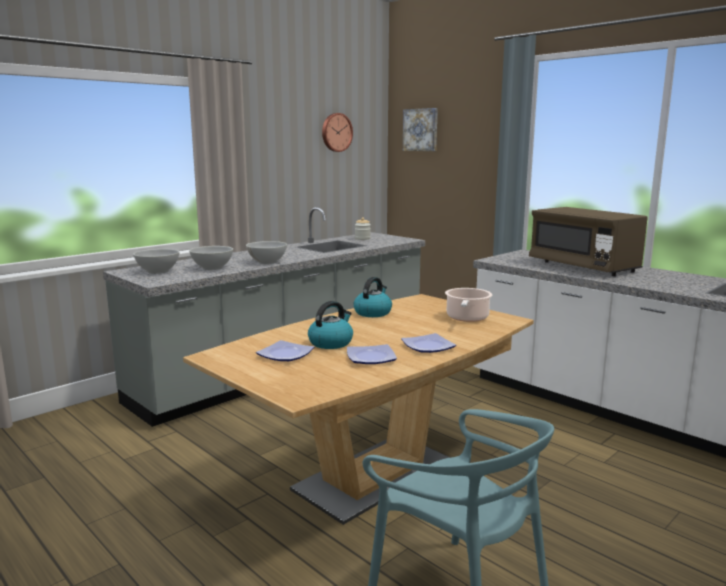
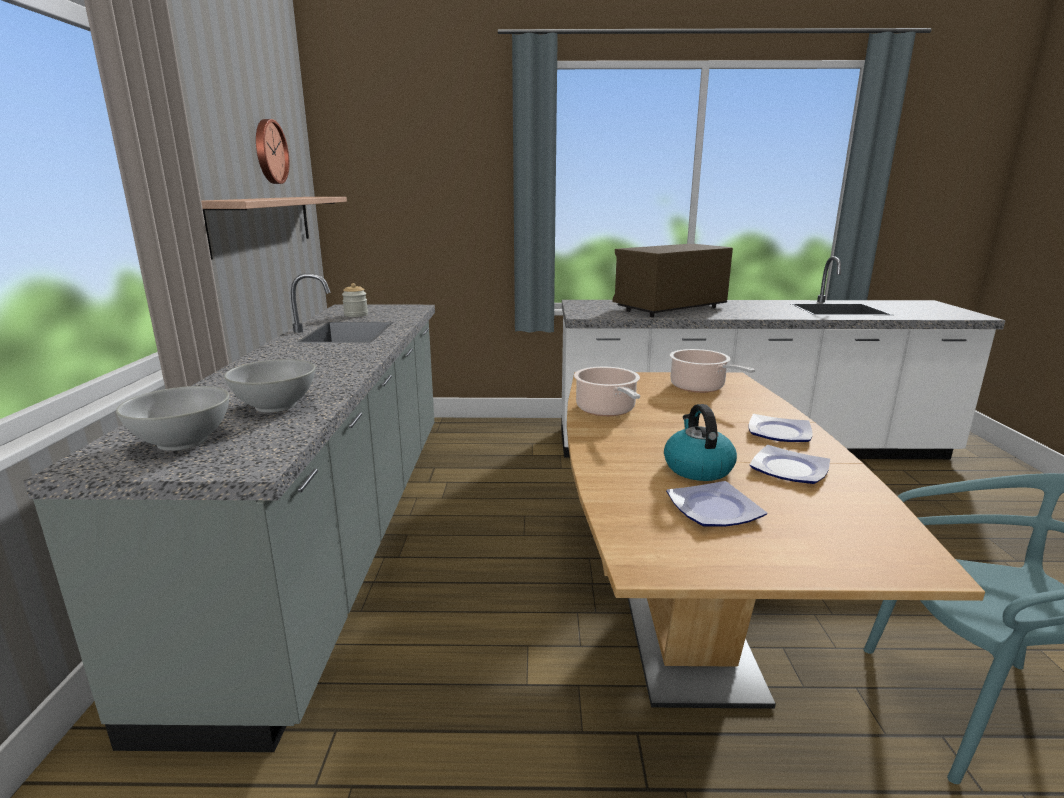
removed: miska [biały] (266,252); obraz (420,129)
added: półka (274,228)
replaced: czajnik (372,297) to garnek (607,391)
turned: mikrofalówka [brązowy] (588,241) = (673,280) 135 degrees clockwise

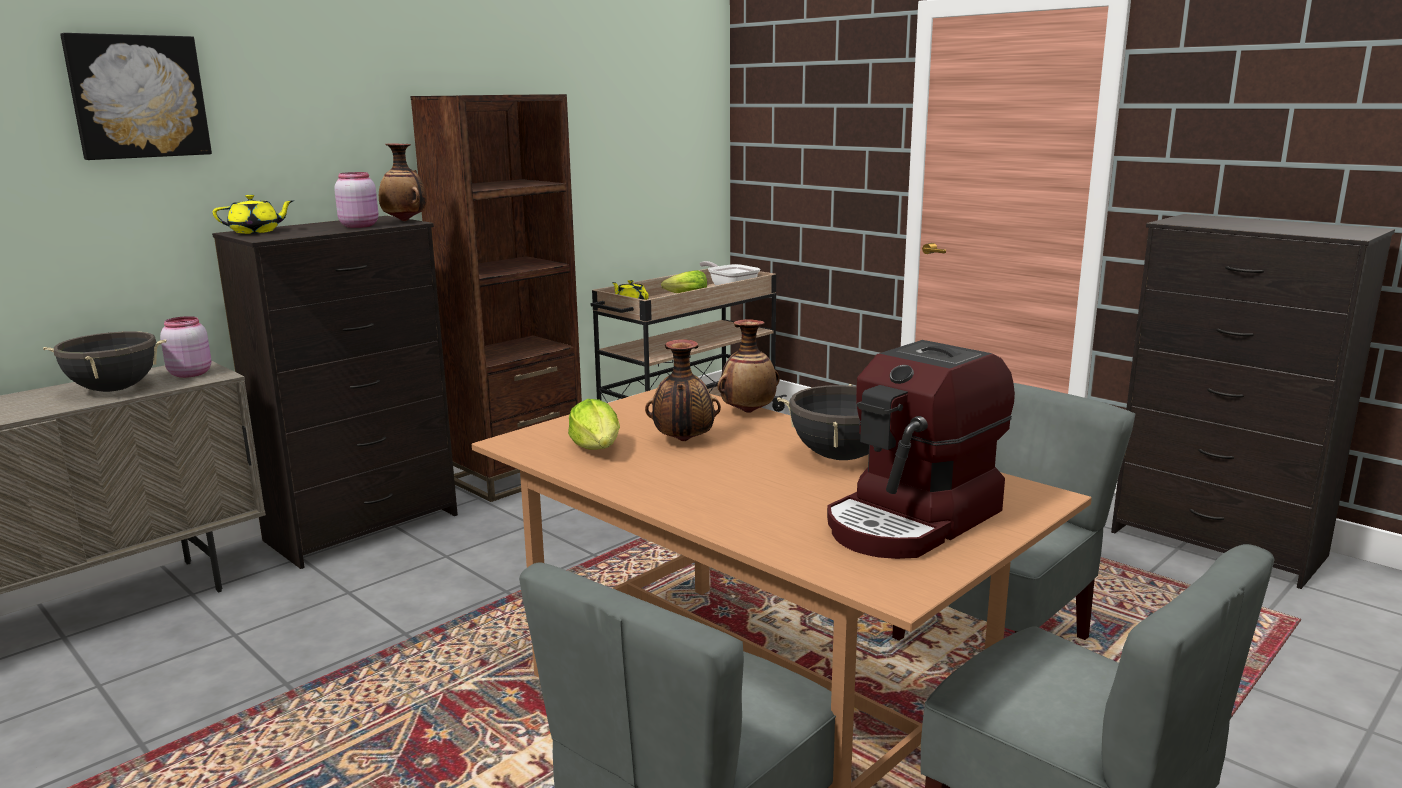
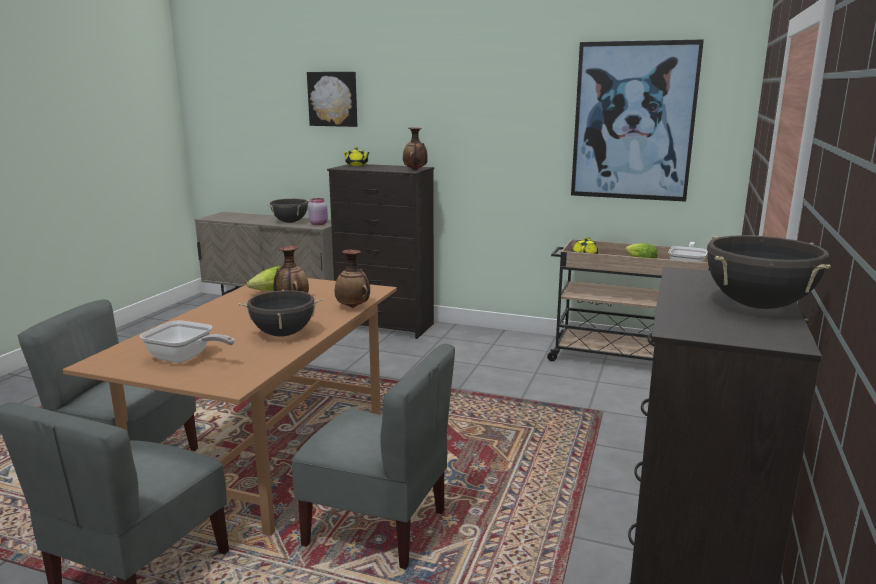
removed: słoik [różowy] (356,200); regał [brązowy] (496,298)
added: obraz (637,120); garnek [czarny] (769,272)
replaced: ekspres do kawy (921,449) to patelnia (187,341)

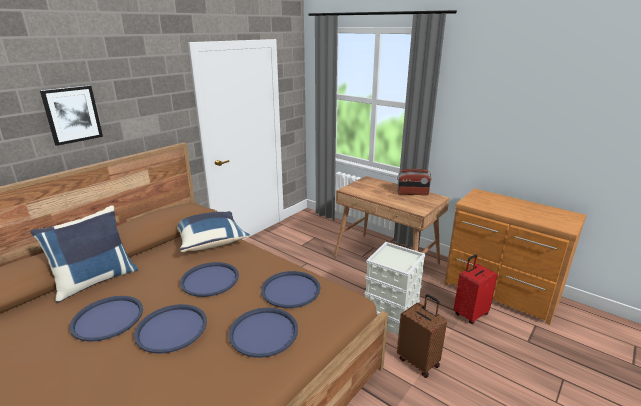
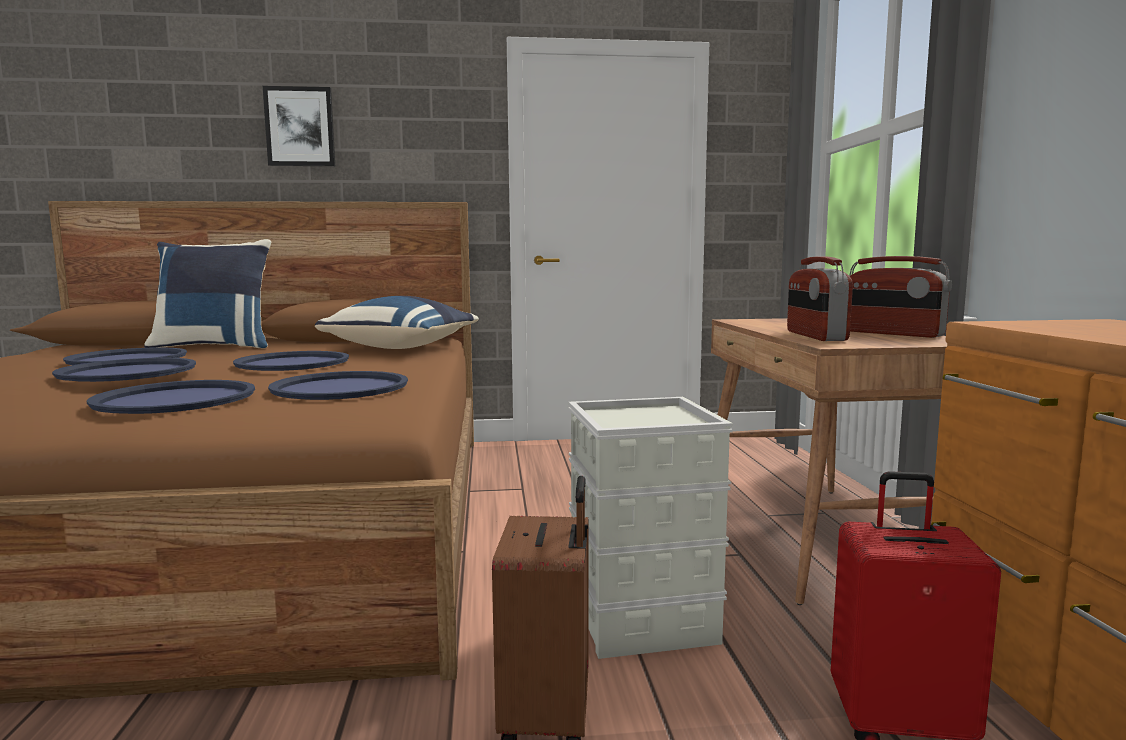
added: radio (820,299)

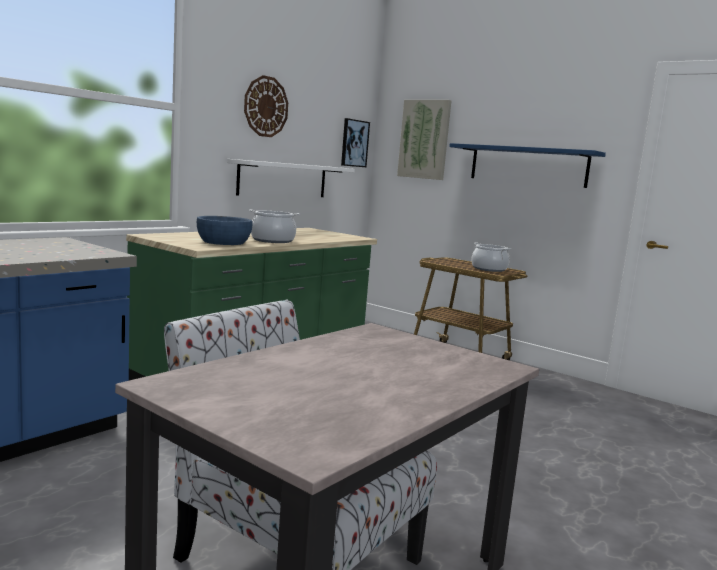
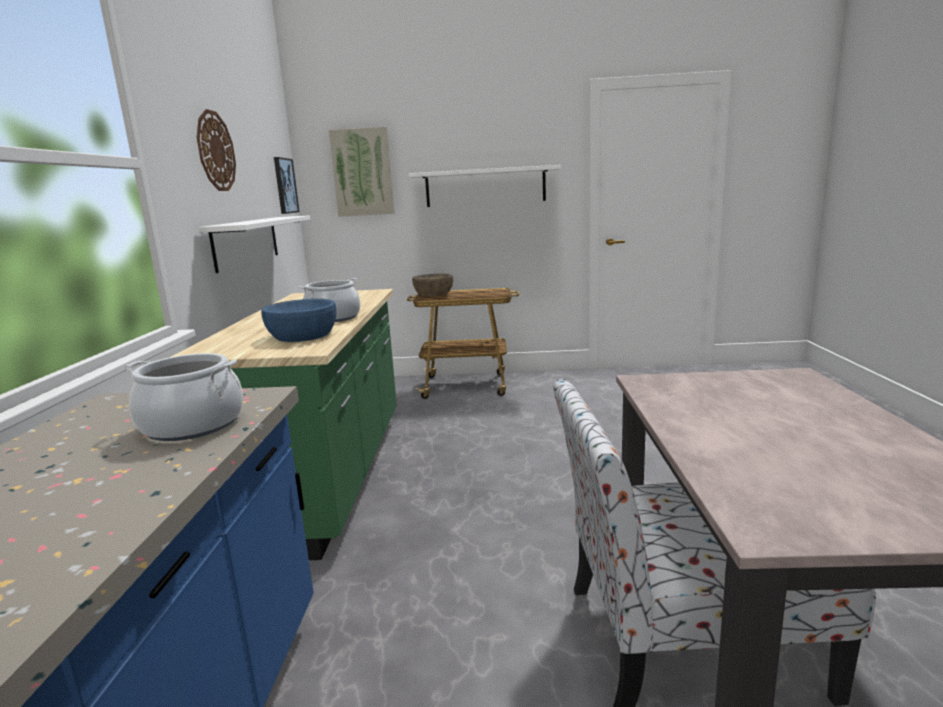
added: miska [brązowy] (432,284)
moved: garnek (491,257) to (184,397)
recoloured: półka [niebieski] (527,165) to półka [biały] (485,186)

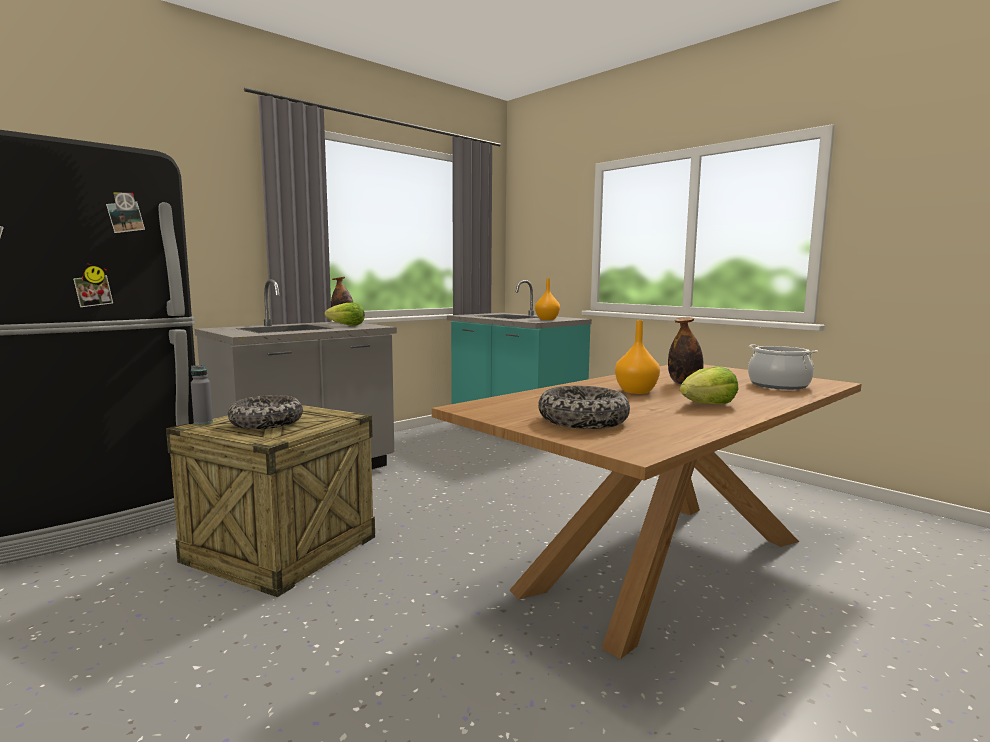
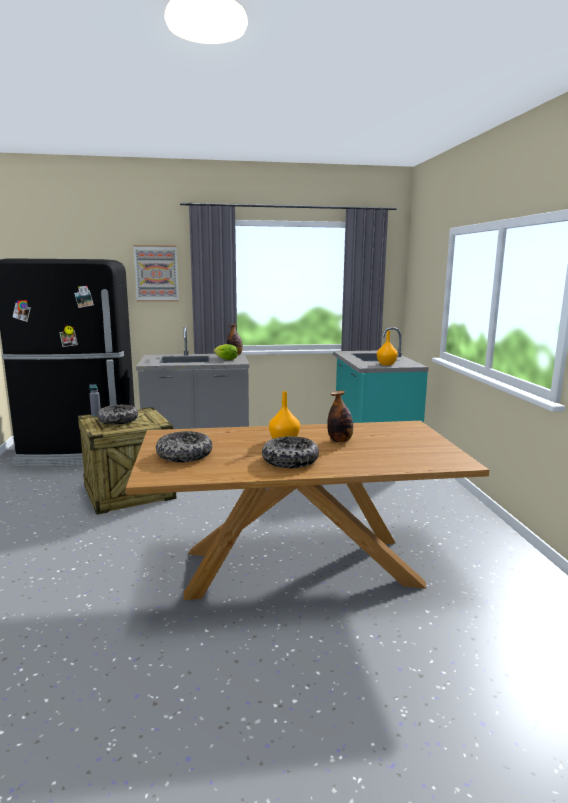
removed: garnek (783,367)
added: obraz (156,273)
replaced: sałata (709,385) to miska (290,452)

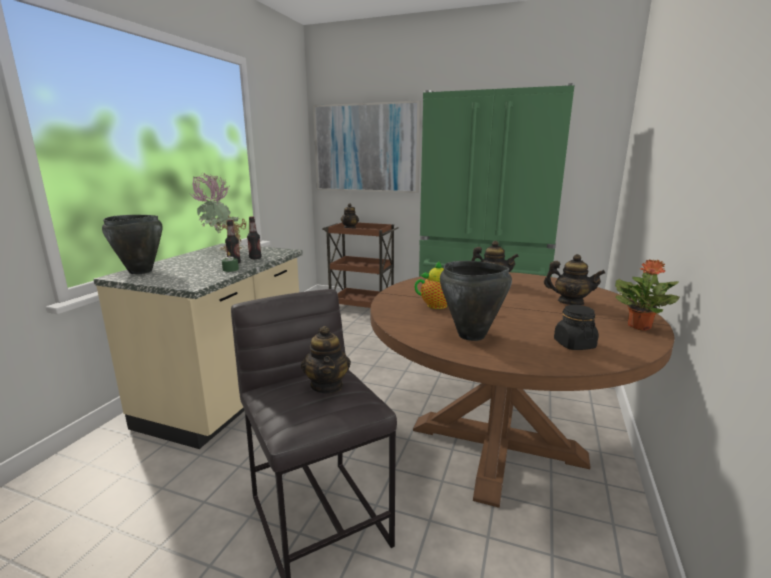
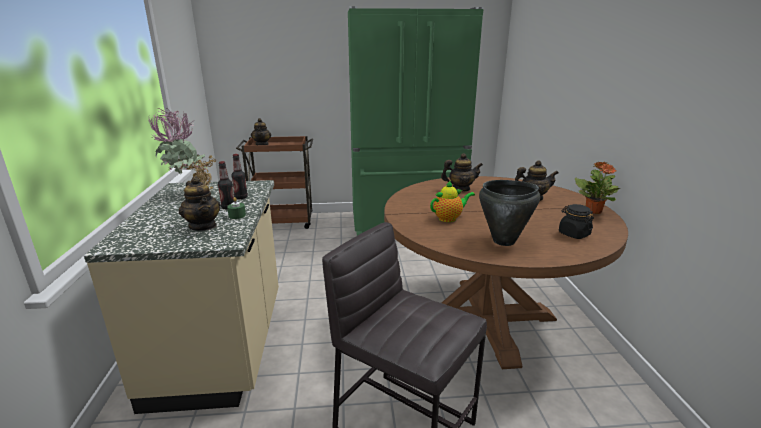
removed: garnek [czarny] (132,244); obraz (367,147)
moved: imbryk (326,360) to (200,203)

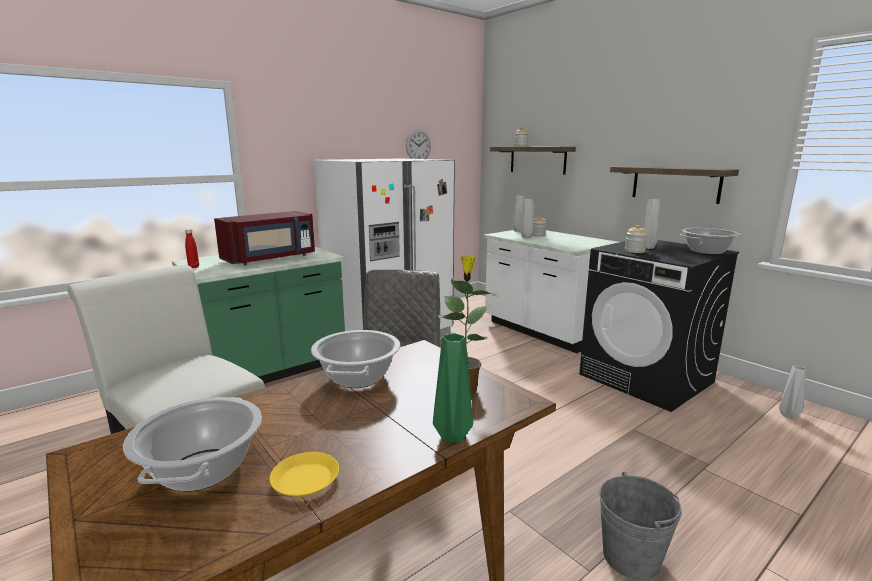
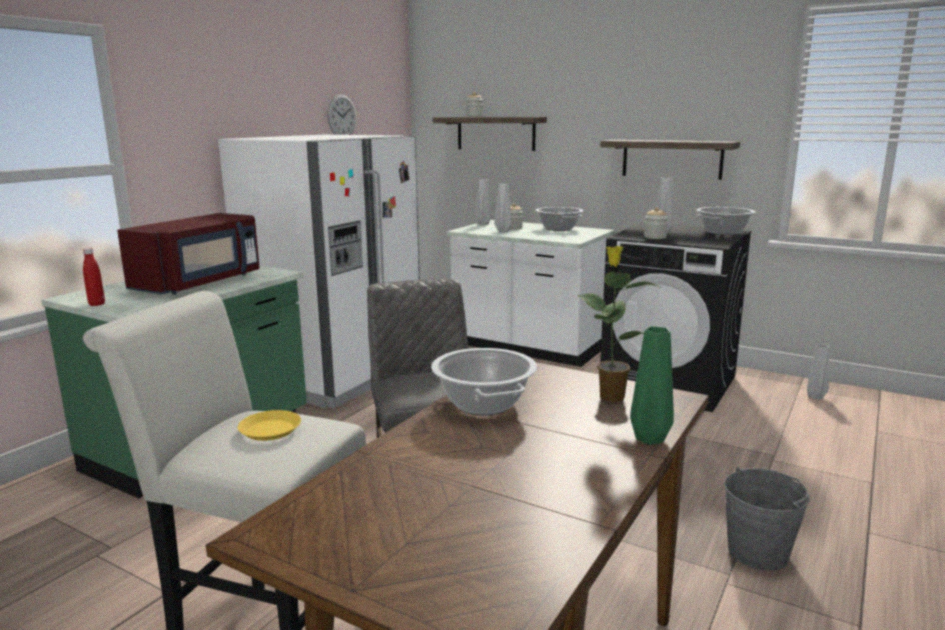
moved: garnek (192,444) to (559,219); talerz [żółty] (304,474) to (269,425)

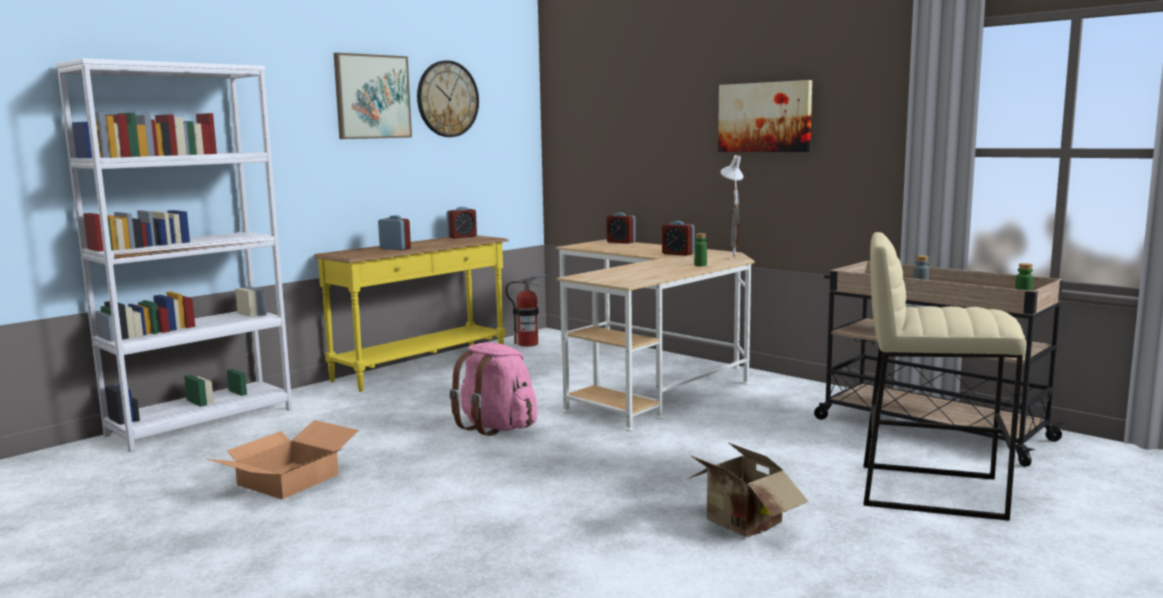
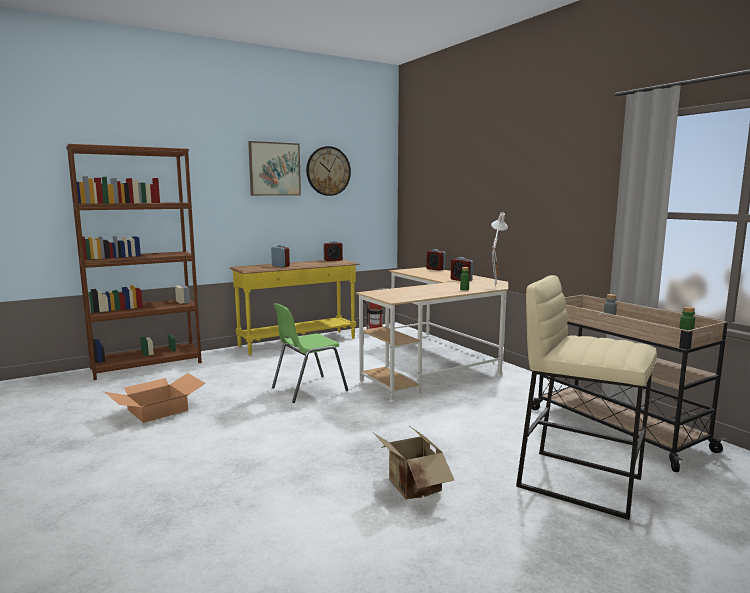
removed: obraz (765,116)
replaced: plecak [różowy] (493,389) to krzesło [zielony] (310,353)
recoloured: regał [biały] (174,255) to regał [brązowy] (134,262)

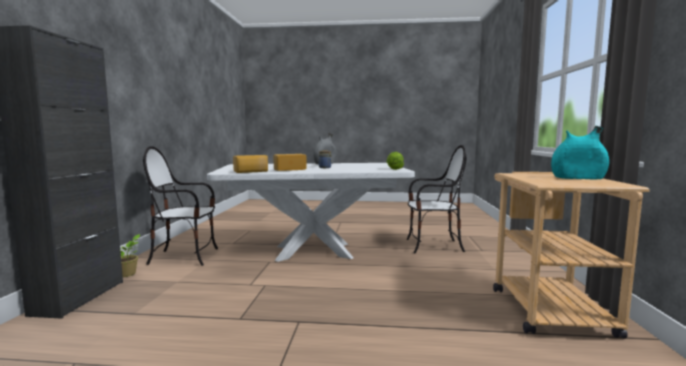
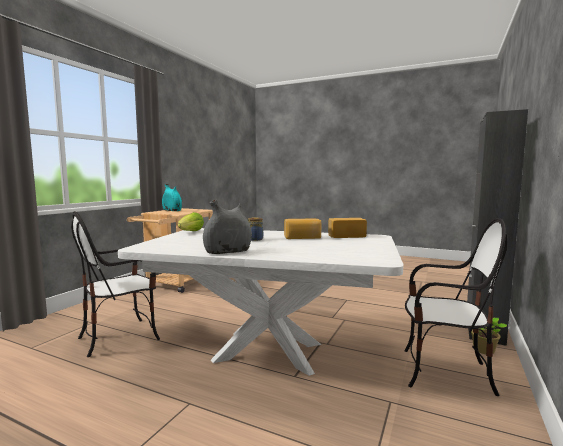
turned: krzesło (437,199) = (115,284) 60 degrees counterclockwise

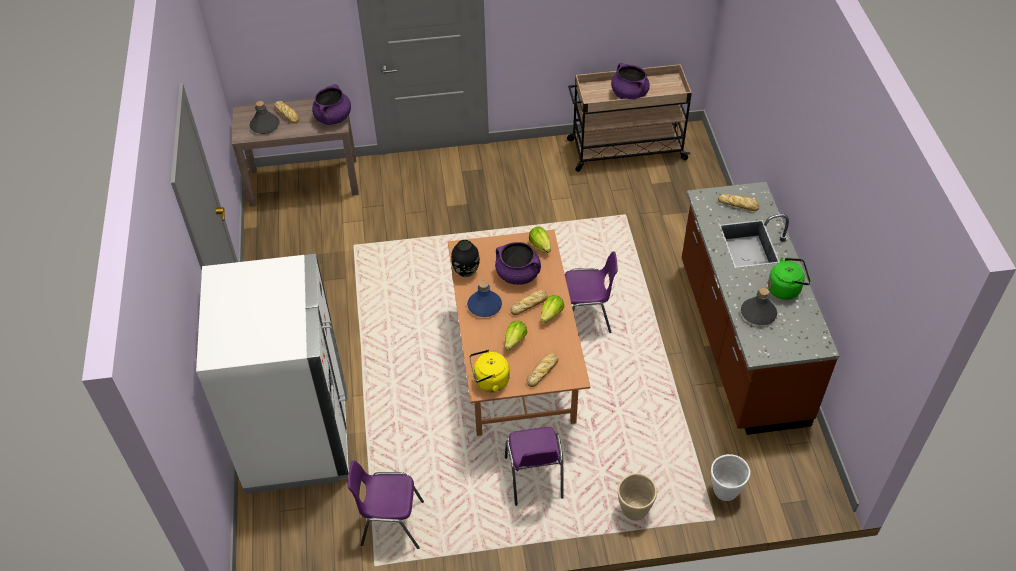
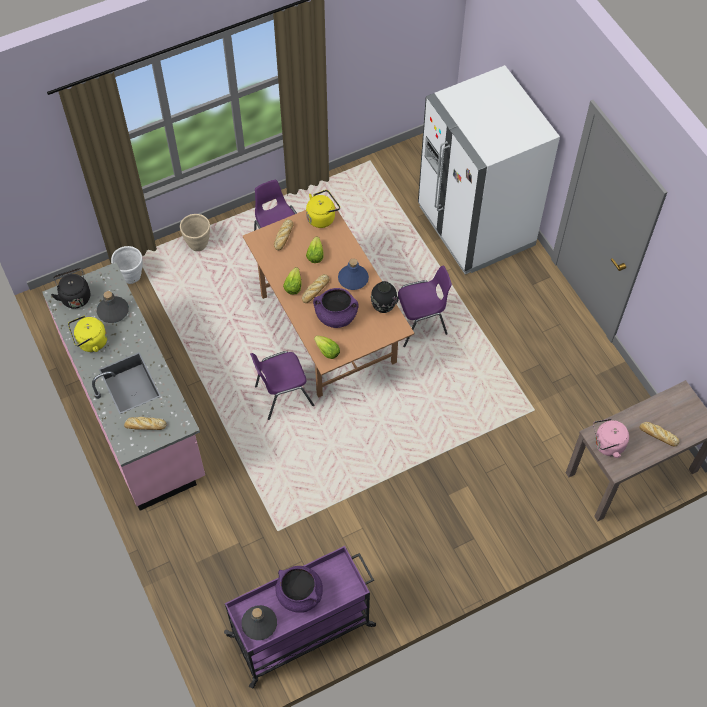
added: czajnik [czarny] (70,288)
moved: butelka [szary] (264,117) to (259,622); krzesło [fioletowy] (386,504) to (424,306)
replaced: garnek [fioletowy] (331,104) to czajnik [różowy] (611,438)
recoloured: wózek [beżowy] (629,118) to wózek [fioletowy] (300,617); zabudowa kuchenna [brązowy] (760,308) to zabudowa kuchenna [różowy] (123,386); czajnik [zielony] (789,278) to czajnik [żółty] (87,334)

